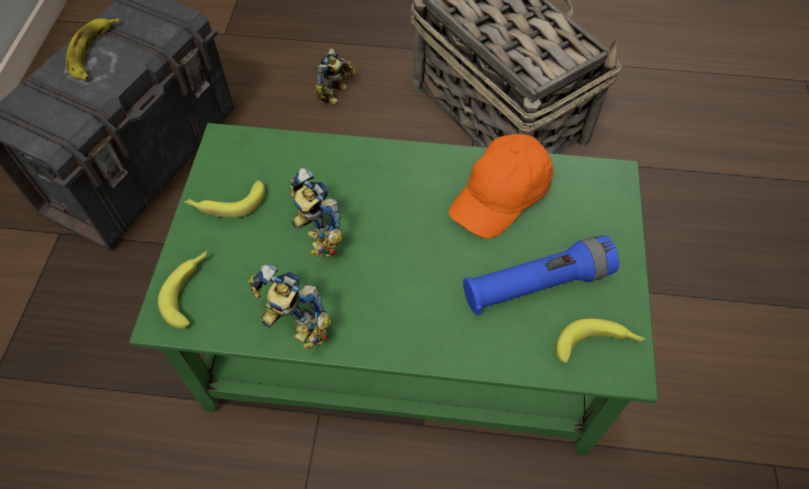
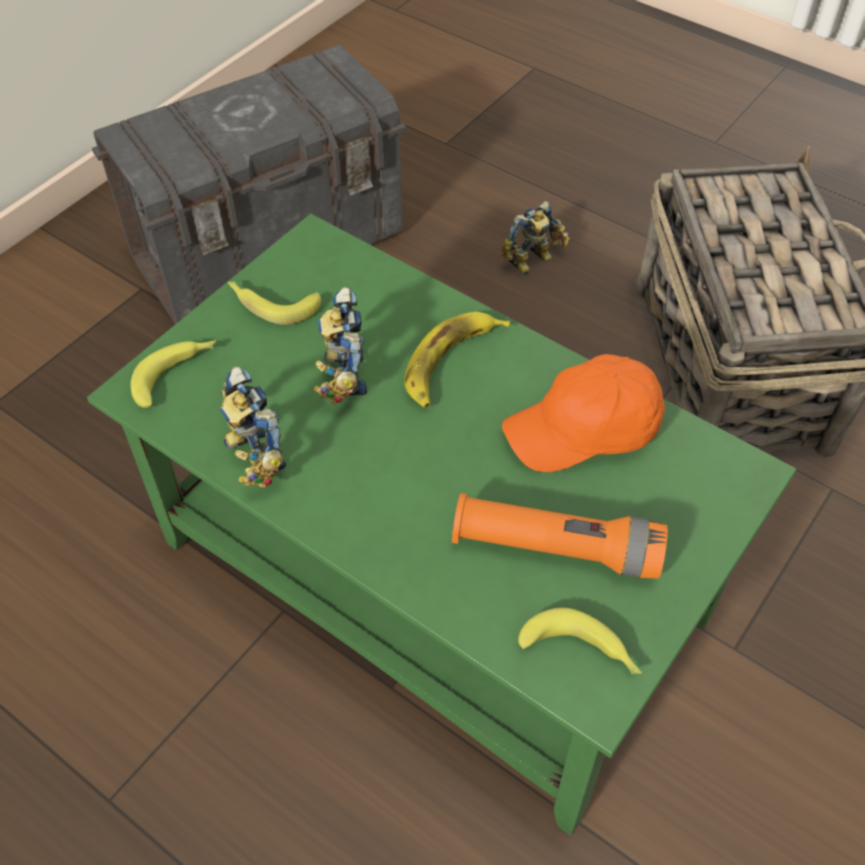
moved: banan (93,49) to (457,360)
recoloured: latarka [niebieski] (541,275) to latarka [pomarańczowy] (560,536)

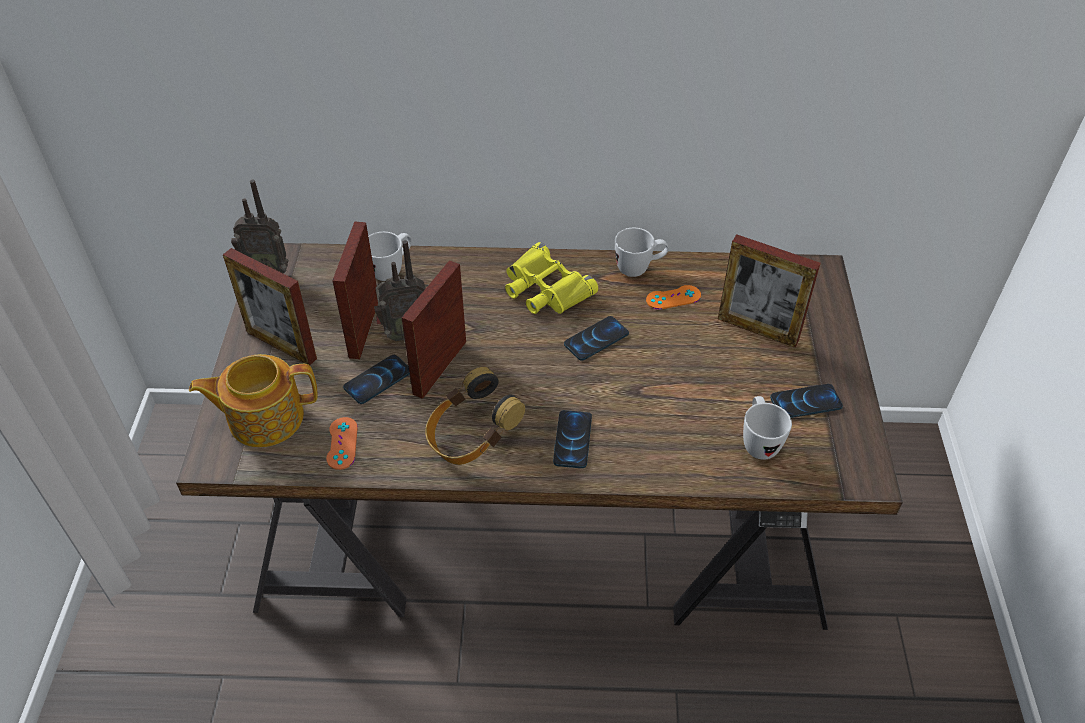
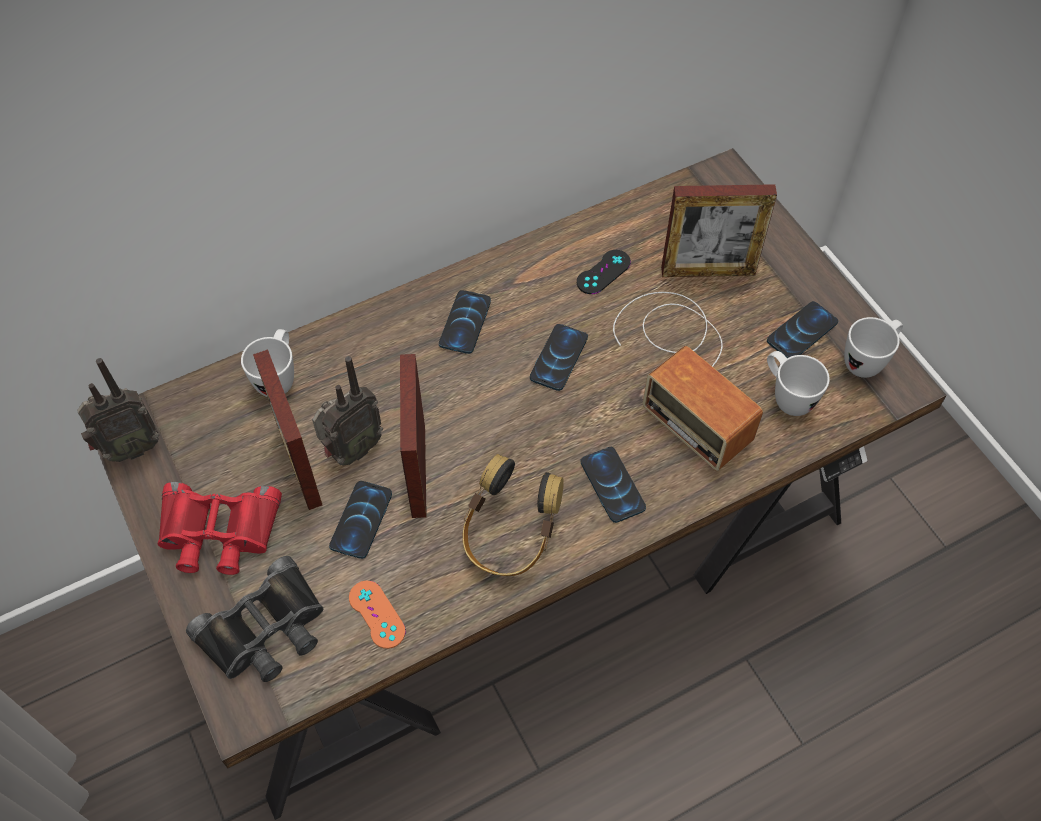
added: radio (688,381)
moved: kubek [biały] (642,252) to (873,347)
replaced: imbryk (253,400) to lornetka [czarny] (254,619); ramka na zdjęcie (270,306) to lornetka [czerwony] (220,528); lornetka [żółty] (551,278) to telefon (465,322)
recoloured: pad do gier [pomarańczowy] (673,297) to pad do gier [czarny] (604,272)

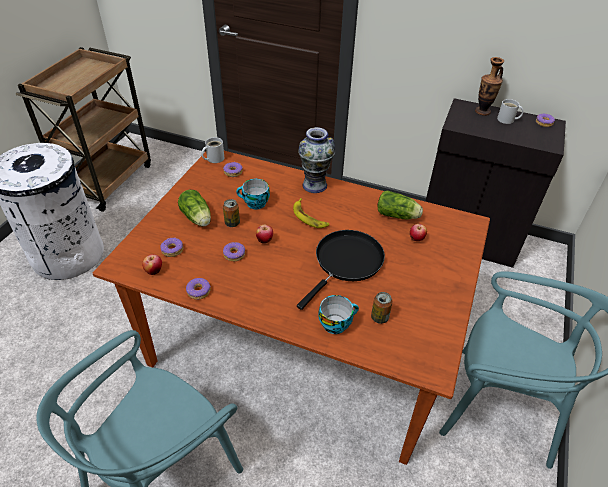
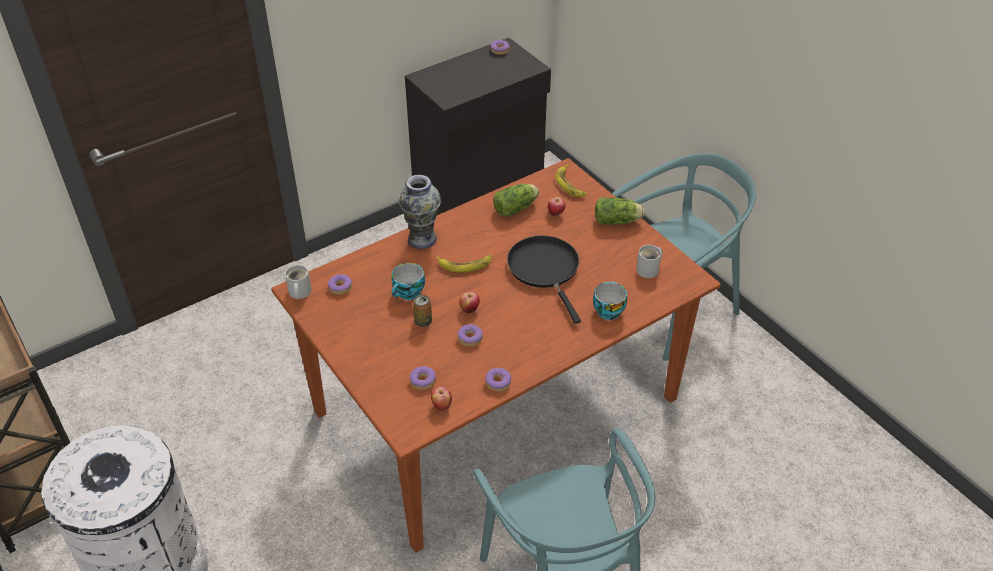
removed: puszka (382,308); wazon (489,86)
added: banan (571,180)
moved: sałata (194,208) to (619,211); kubek [biały] (510,111) to (649,261)

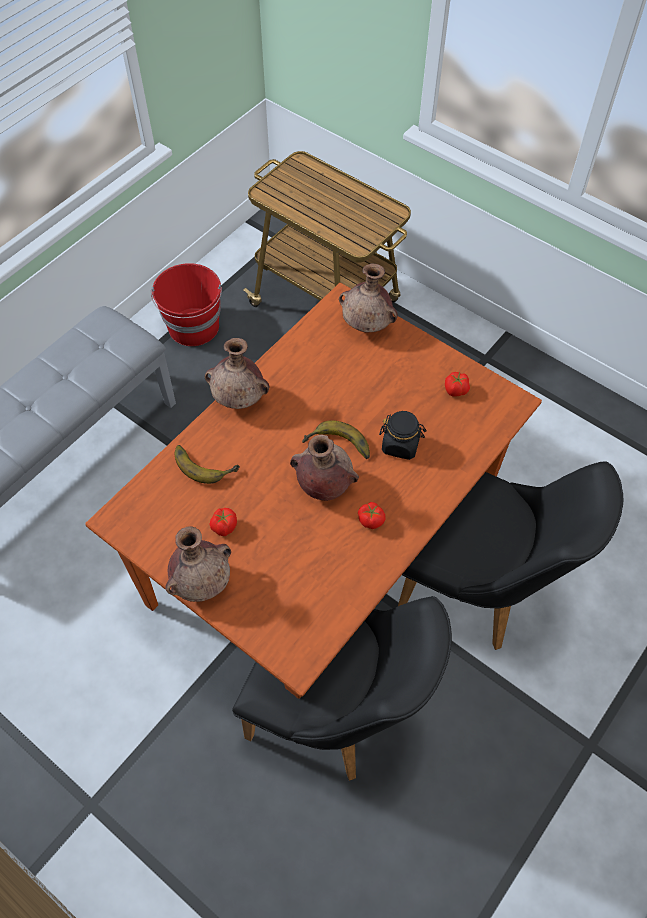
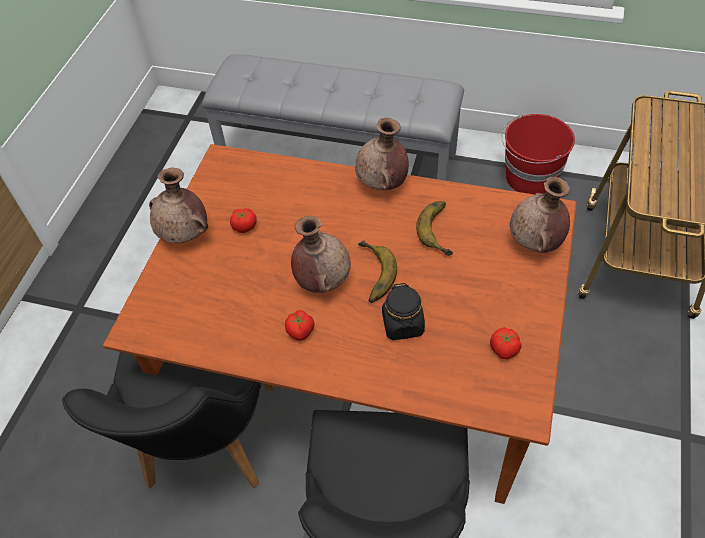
moved: banan (207,464) to (434,228)

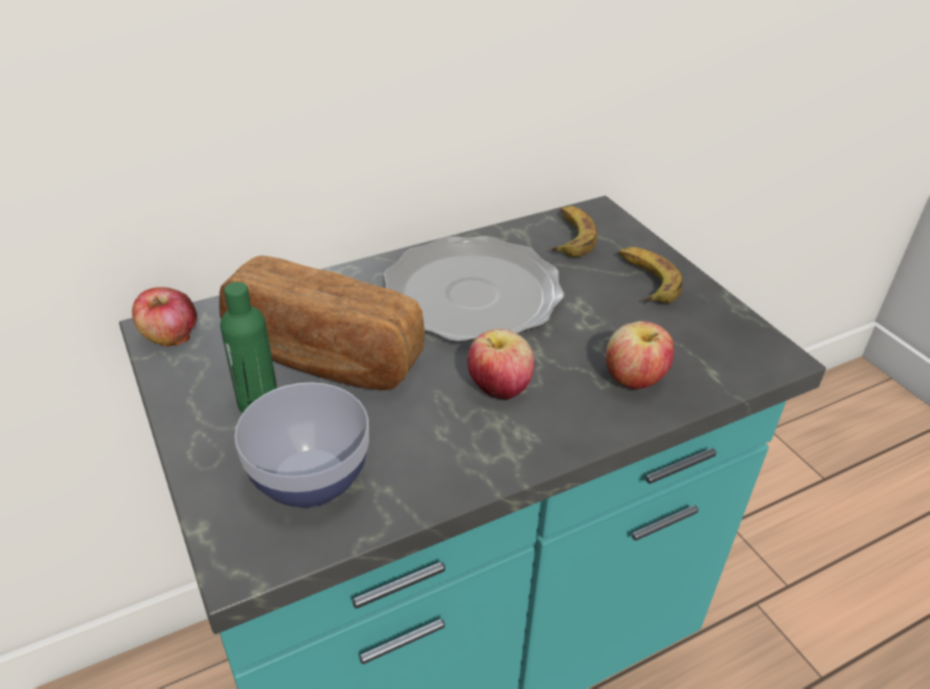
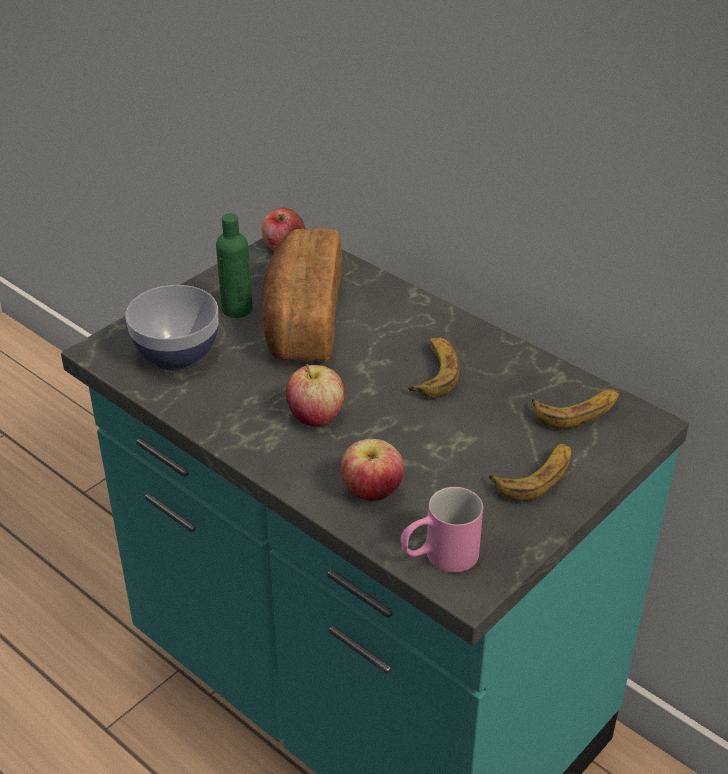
added: kubek [różowy] (442,530)
replaced: talerz (474,289) to banan (433,367)

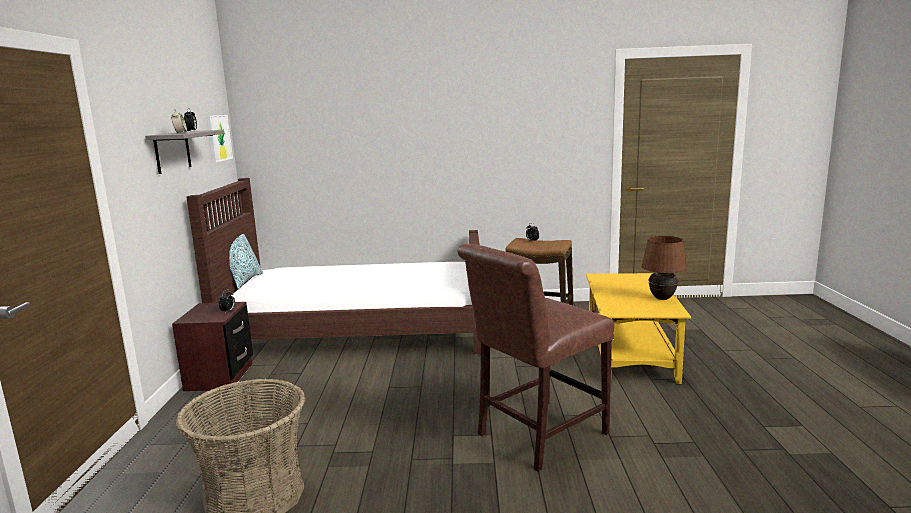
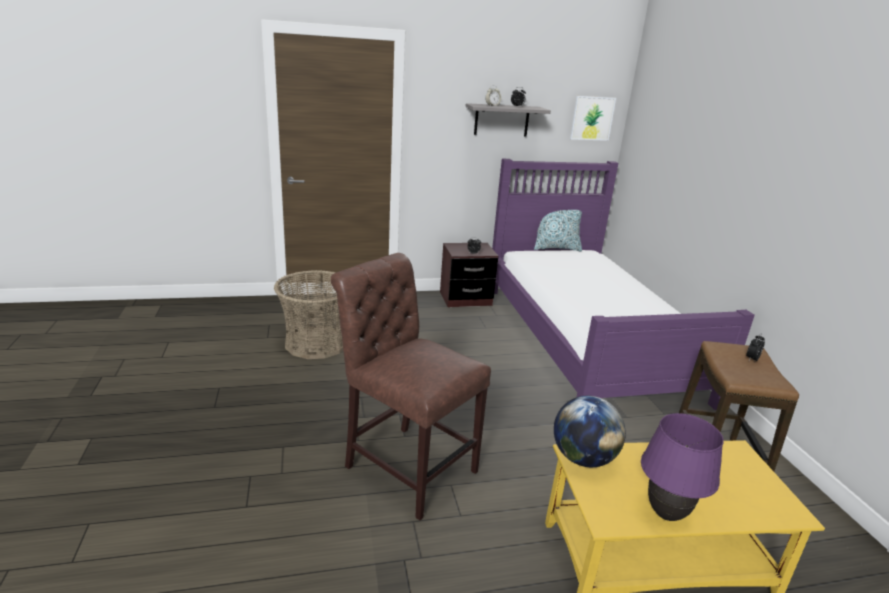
added: globus (590,431)
recoloured: łóżko [brązowy] (333,266) to łóżko [fioletowy] (623,284); lampa stołowa [brązowy] (664,268) to lampa stołowa [fioletowy] (682,467)

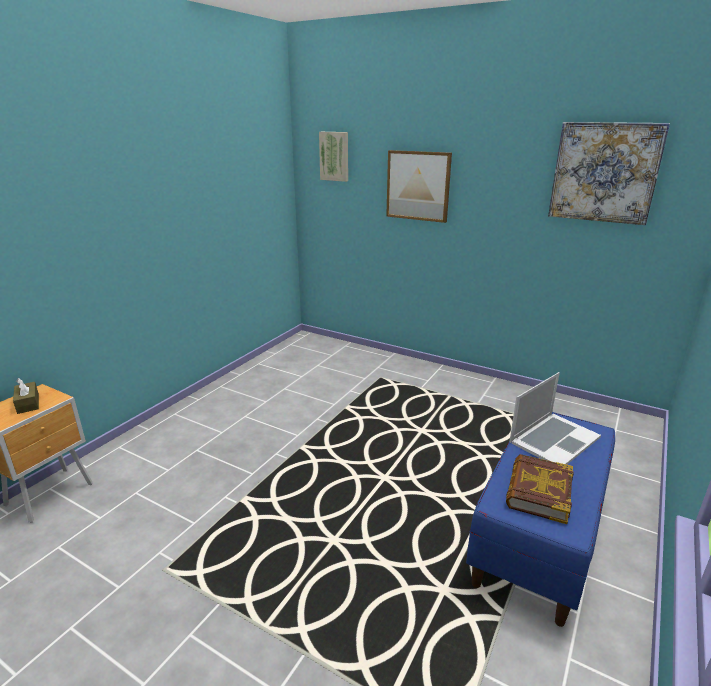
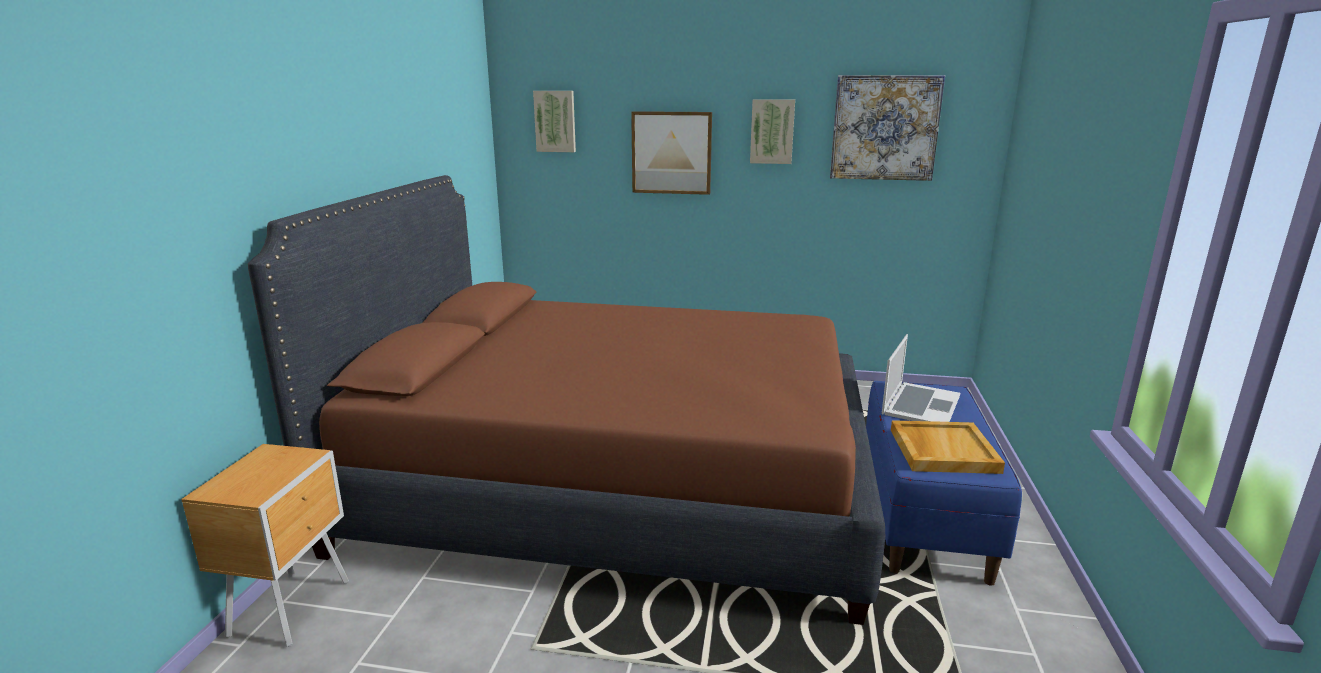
removed: pudełko chusteczek [brązowy] (26,396)
added: łóżko [brązowy] (566,400); obraz (772,131)
replaced: książka (540,489) to taca [beżowy] (948,447)

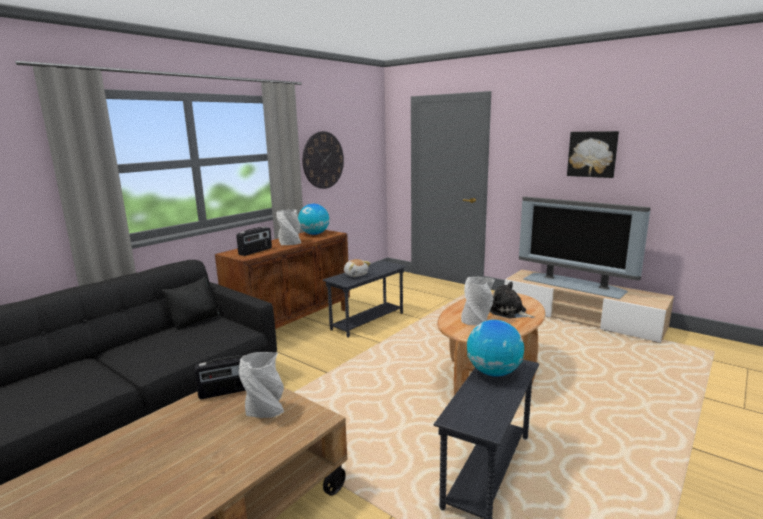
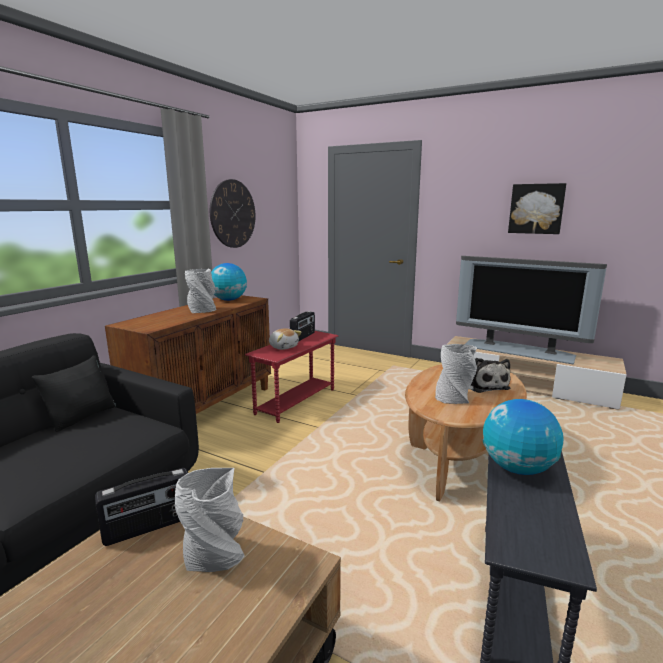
moved: radio (254,241) to (302,326)
recoloured: stolik [szary] (364,299) to stolik [czerwony] (291,377)
turned: pluszak (512,300) = (490,375) 135 degrees counterclockwise

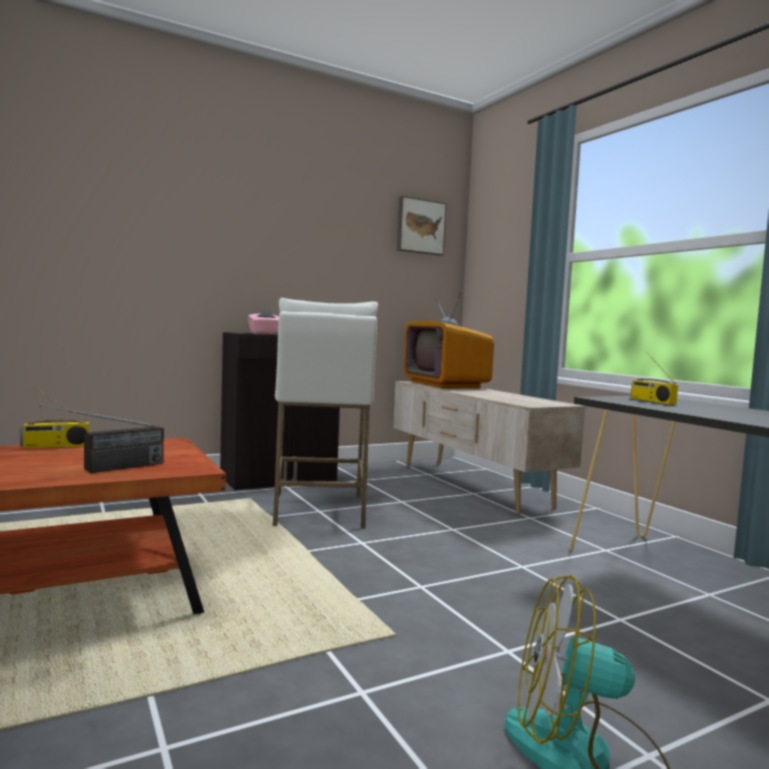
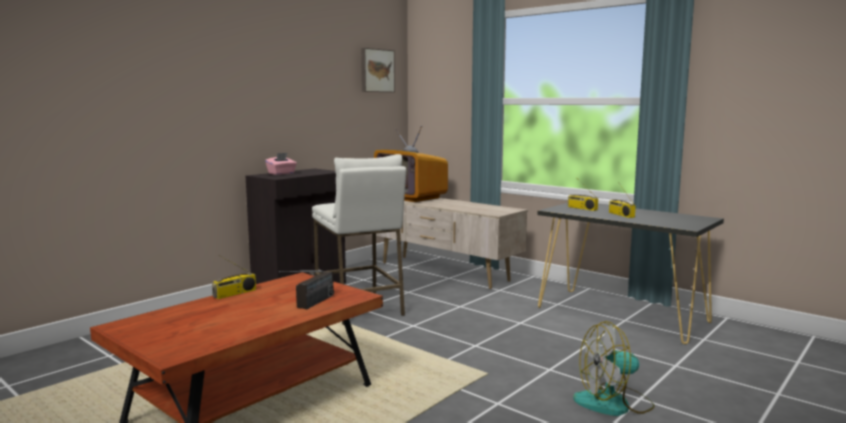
added: radio (622,200)

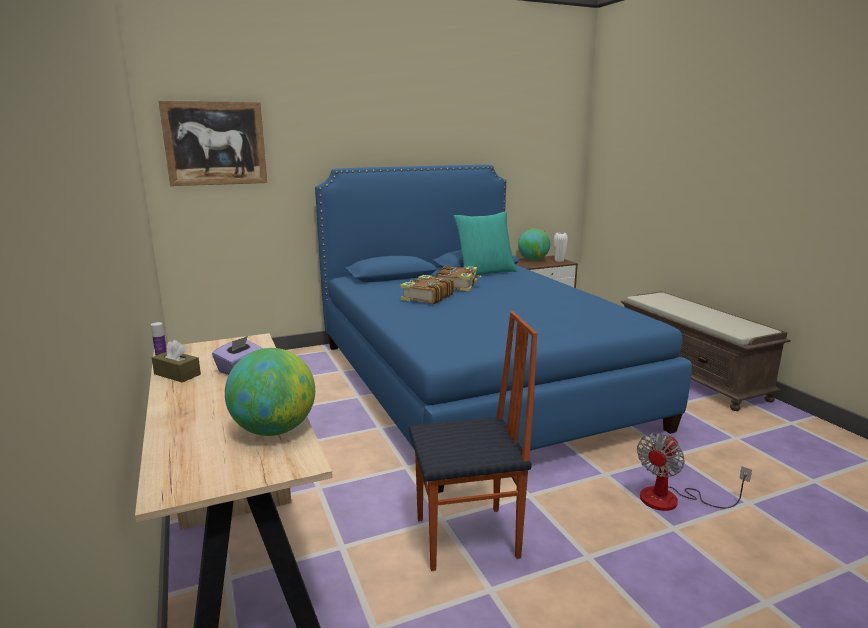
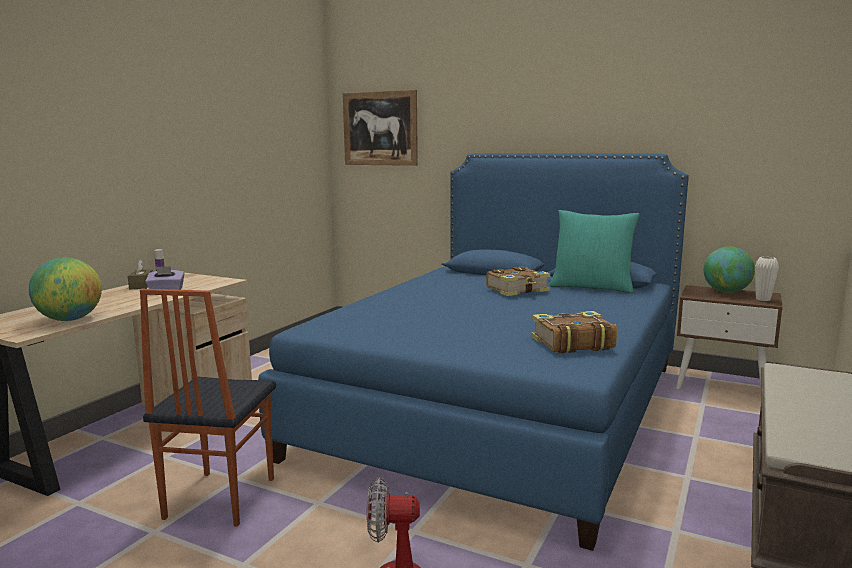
moved: książka (427,289) to (574,332)
turned: krzesło (473,441) = (208,408) 60 degrees clockwise

